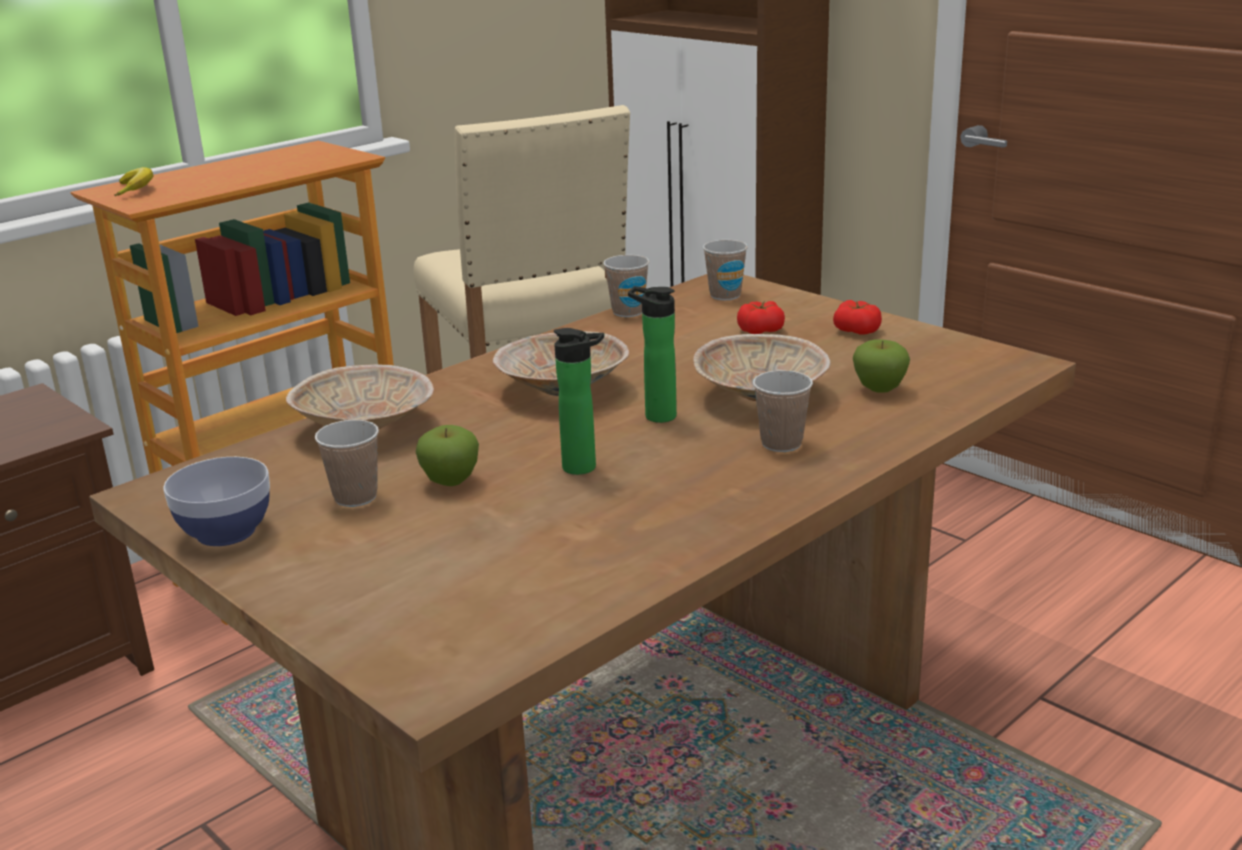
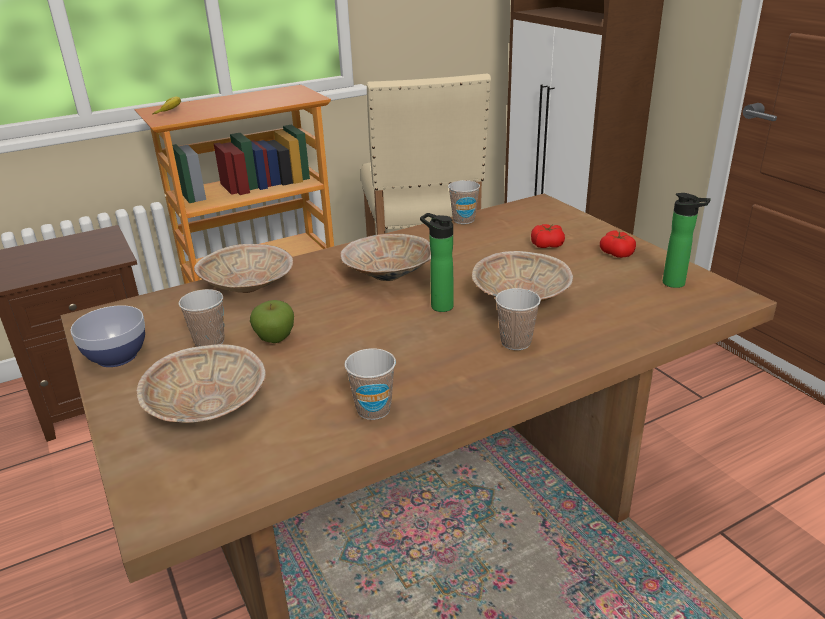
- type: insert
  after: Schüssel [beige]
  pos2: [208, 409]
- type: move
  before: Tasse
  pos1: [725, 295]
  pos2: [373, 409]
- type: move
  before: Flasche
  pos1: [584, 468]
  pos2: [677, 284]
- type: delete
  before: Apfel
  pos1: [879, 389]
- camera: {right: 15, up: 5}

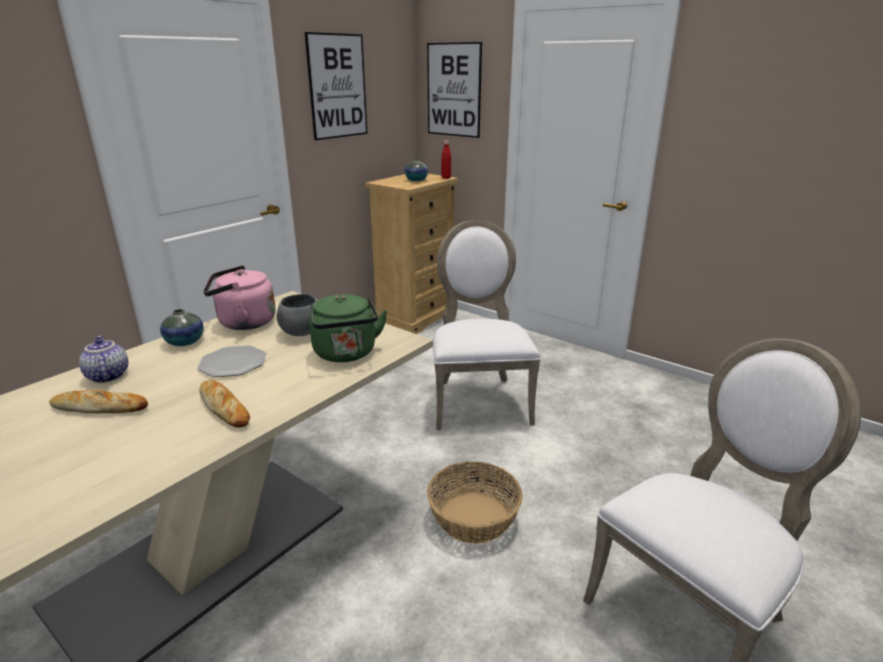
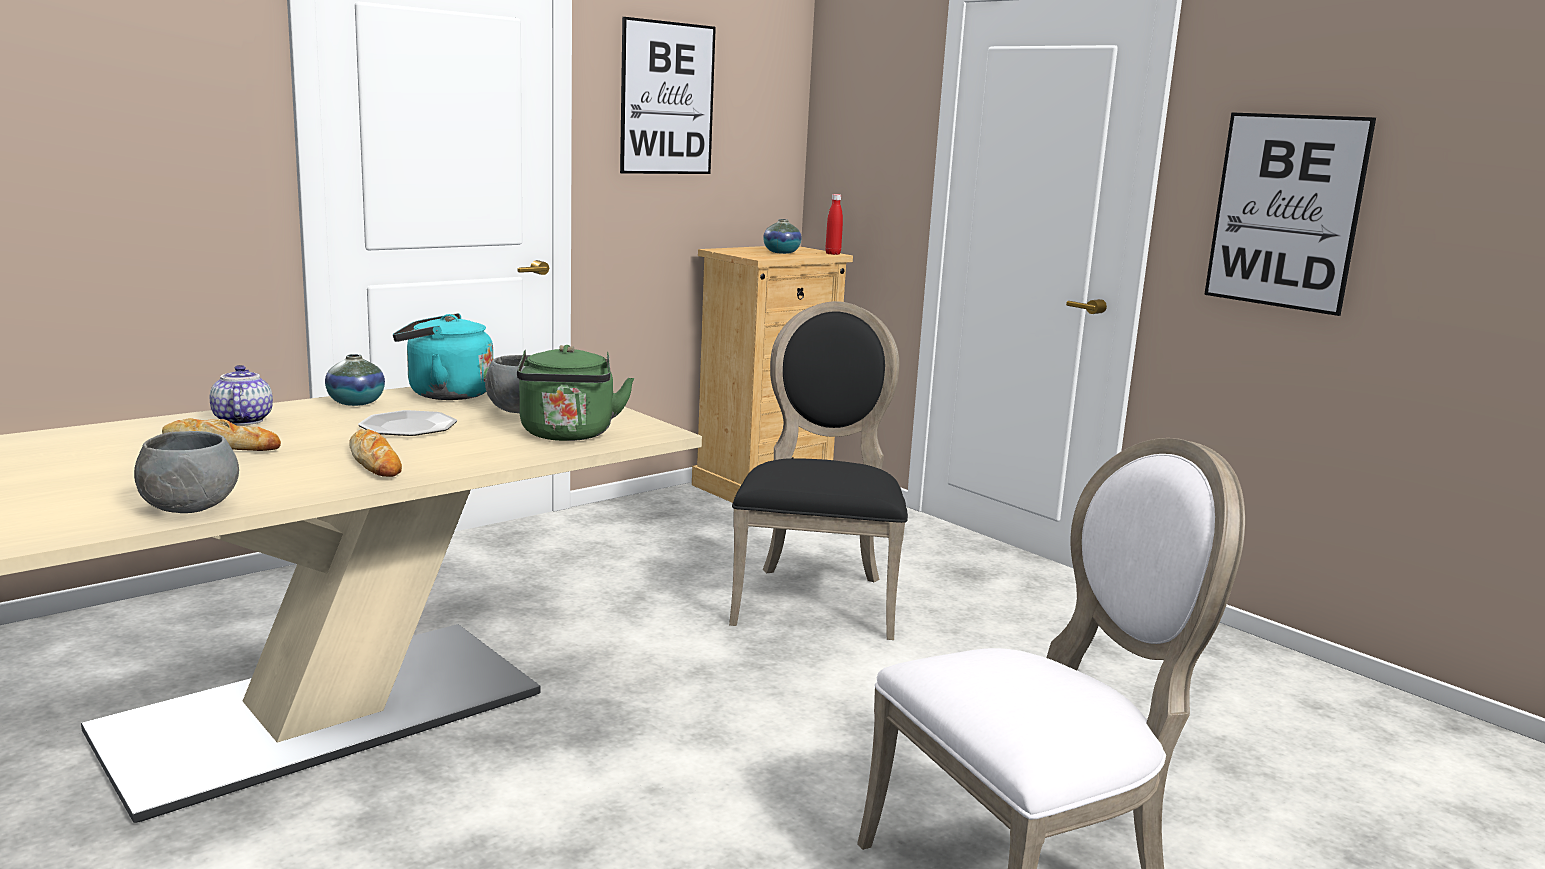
- type: insert
  after: Schüssel [grau]
  pos2: [189, 508]
- type: recolor
  before: Wasserkessel [rosa]
  after: Wasserkessel [türkis]
  pos1: [243, 323]
  pos2: [444, 394]
- type: recolor
  before: Stuhl [weiß]
  after: Stuhl [schwarz]
  pos1: [478, 400]
  pos2: [816, 598]
- type: move
  before: Bild
  pos1: [454, 90]
  pos2: [1285, 211]
- type: delete
  before: Korb
  pos1: [473, 517]
- camera: {right: 10, up: -10}

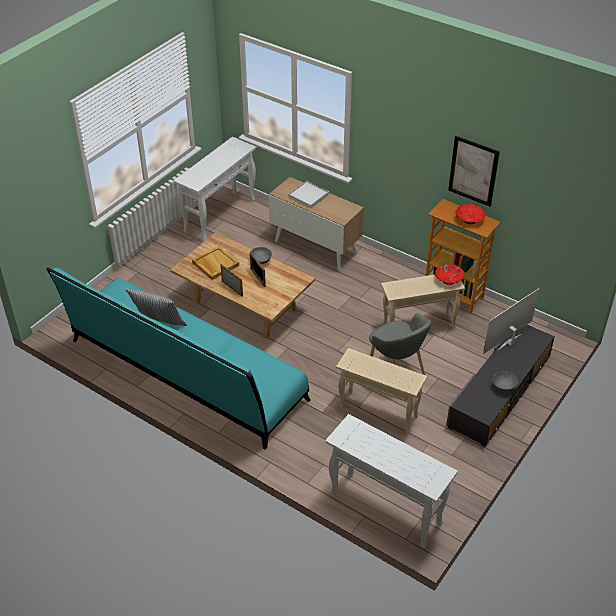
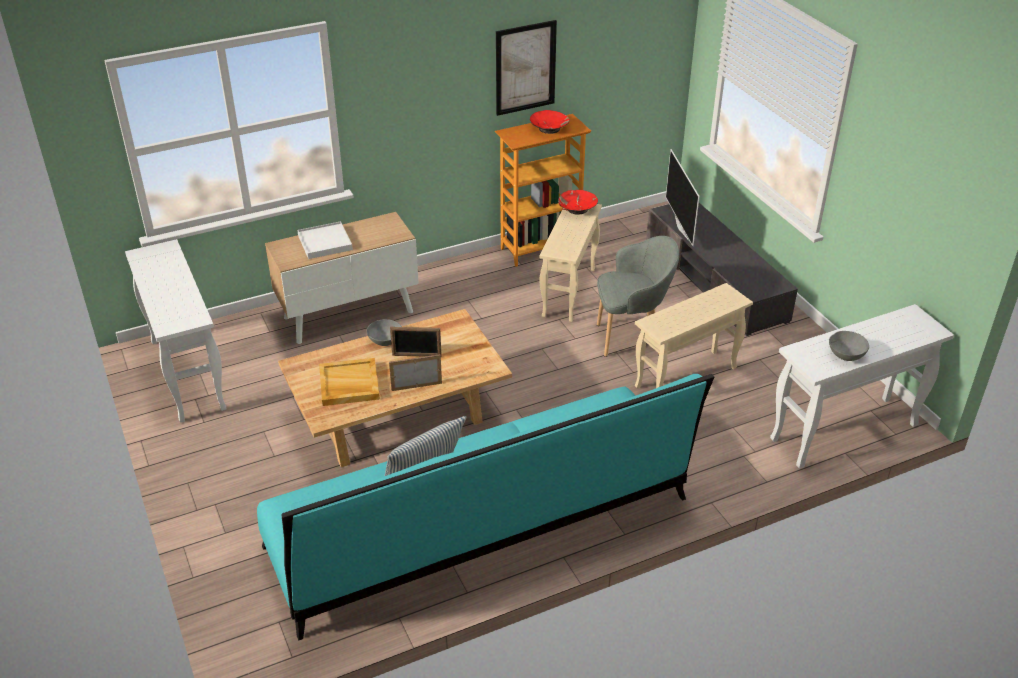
- type: move
  before: Schüssel [grau]
  pos1: [503, 387]
  pos2: [846, 355]
- camera: {right: -60, up: -5}

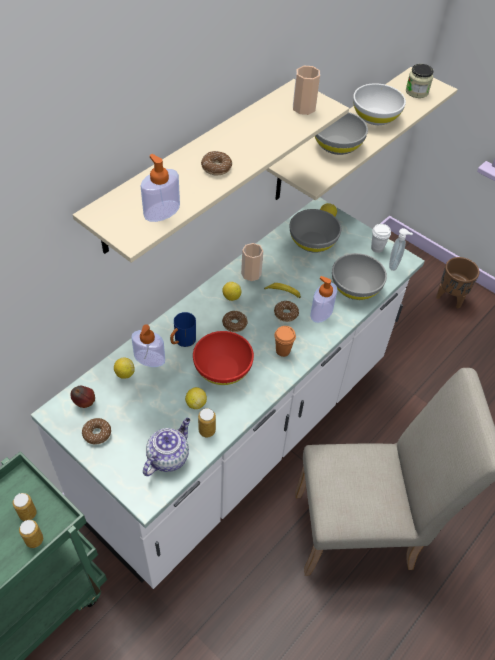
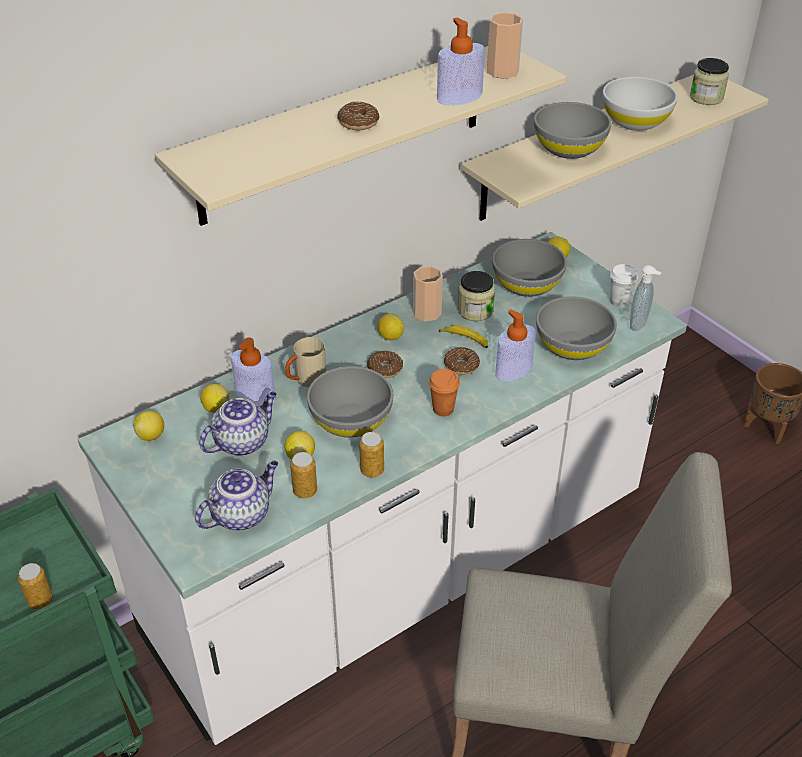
- type: replace
  before: Apfel
  after: Zitrone
  pos1: [84, 403]
  pos2: [151, 435]
- type: insert
  after: Teekanne
  pos2: [242, 442]
- type: recolor
  before: Henkelbecher [blau]
  after: Henkelbecher [beige]
  pos1: [182, 341]
  pos2: [306, 381]
- type: recolor
  before: Schüssel [rot]
  after: Schüssel [grau]
  pos1: [222, 369]
  pos2: [351, 420]
- type: move
  before: Dose
  pos1: [28, 513]
  pos2: [372, 470]
- type: move
  before: Seifenspender
  pos1: [162, 211]
  pos2: [459, 97]
- type: insert
  after: Vorratsglas
  pos2: [475, 310]
- type: delete
  before: Donut
  pos1: [97, 433]
- camera: {right: 15, up: -10}

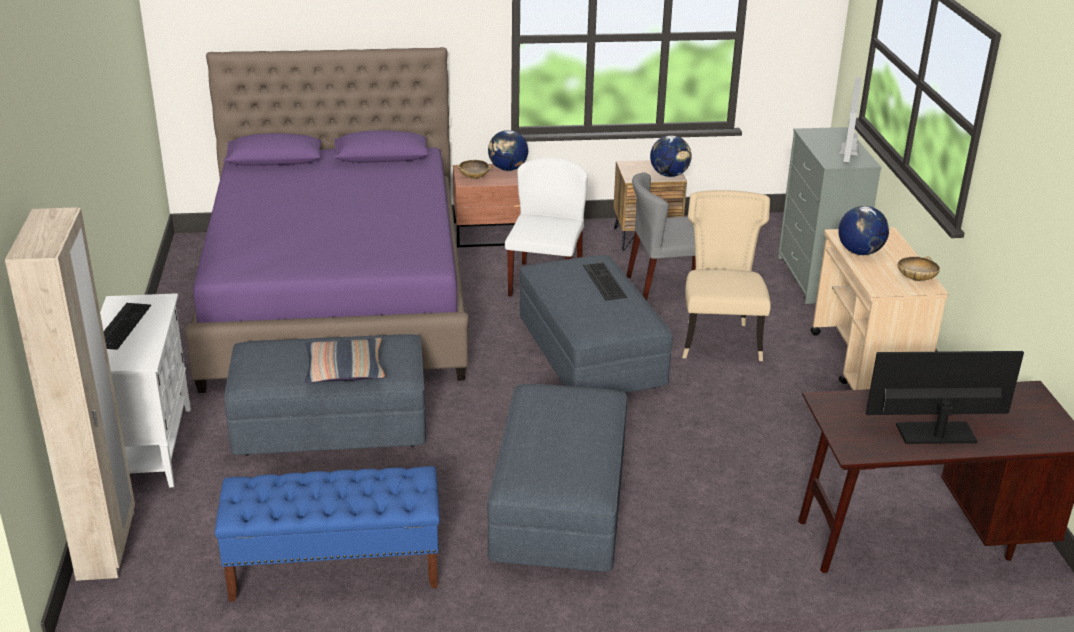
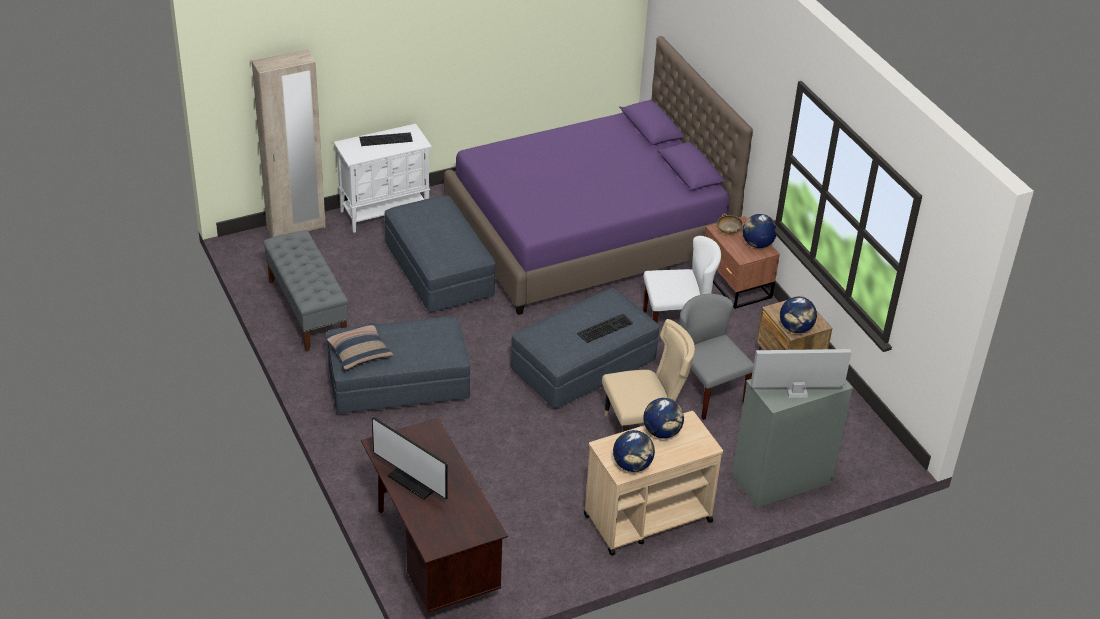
- type: recolor
  before: Bank [blau]
  after: Bank [grau]
  pos1: [334, 569]
  pos2: [307, 310]
- type: move
  before: Kissen
  pos1: [345, 370]
  pos2: [359, 352]
- type: rotate
  before: Monitor
  pos1: [936, 433]
  pos2: [413, 481]
  turn: 150
- type: replace
  before: Schüssel [beige]
  after: Globus
  pos1: [916, 278]
  pos2: [632, 465]
- camera: {right: 70, up: 10}

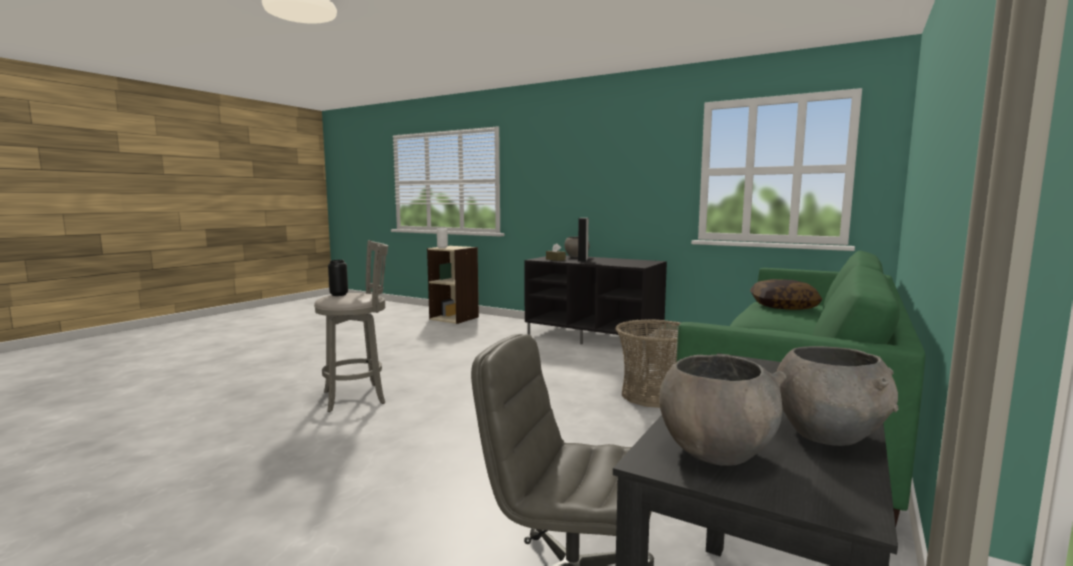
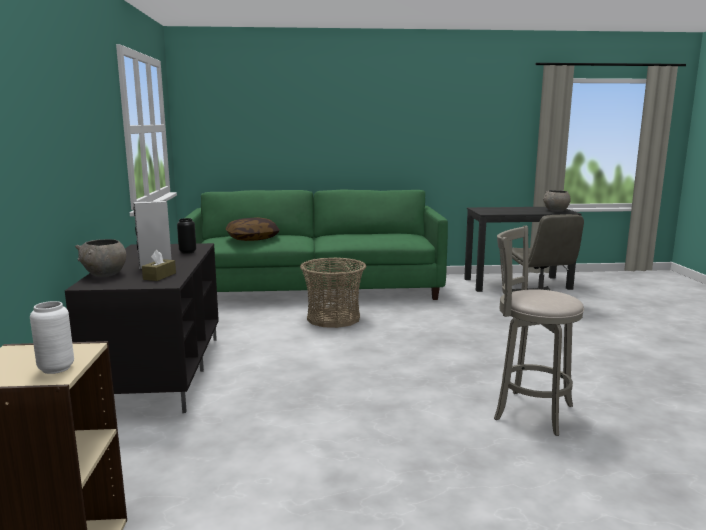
- type: move
  before: Vase [schwarz]
  pos1: [339, 295]
  pos2: [187, 252]
- type: delete
  before: Schüssel [grau]
  pos1: [828, 435]
- camera: {right: -125, up: 5}

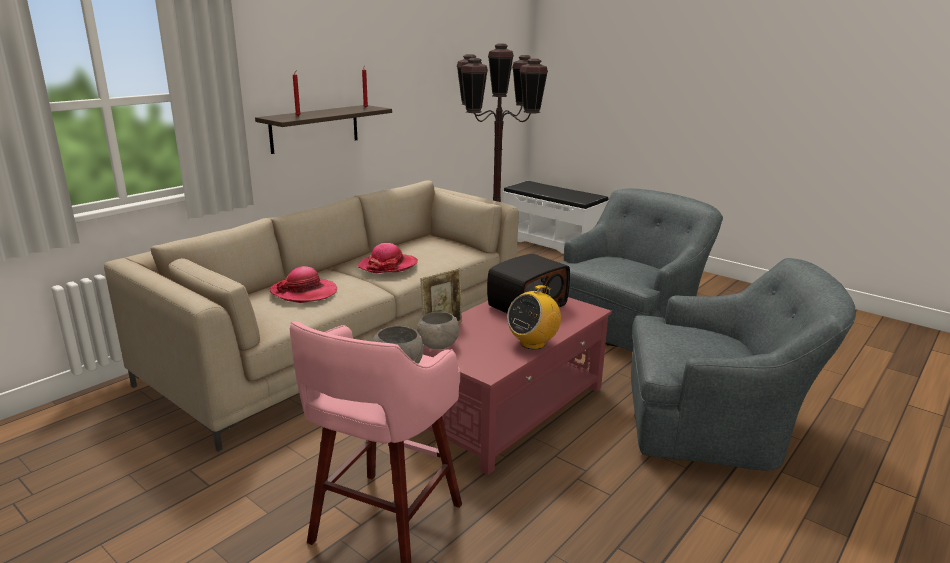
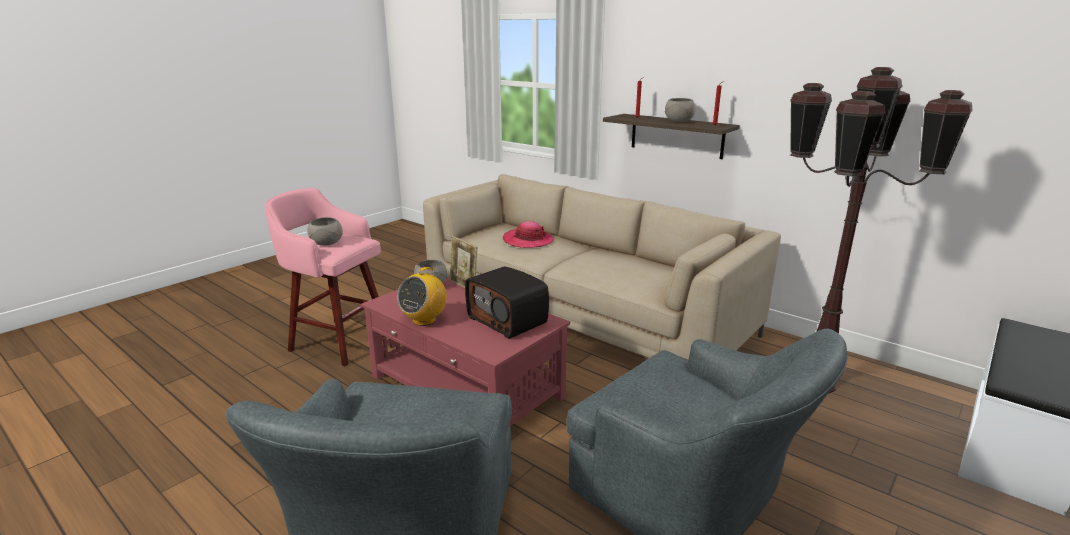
- type: rotate
  before: Radio
  pos1: [533, 343]
  pos2: [424, 320]
  turn: -105
- type: insert
  after: Schüssel [grau]
  pos2: [678, 121]
- type: delete
  before: Hut
  pos1: [388, 266]
- camera: {right: 90, up: 0}

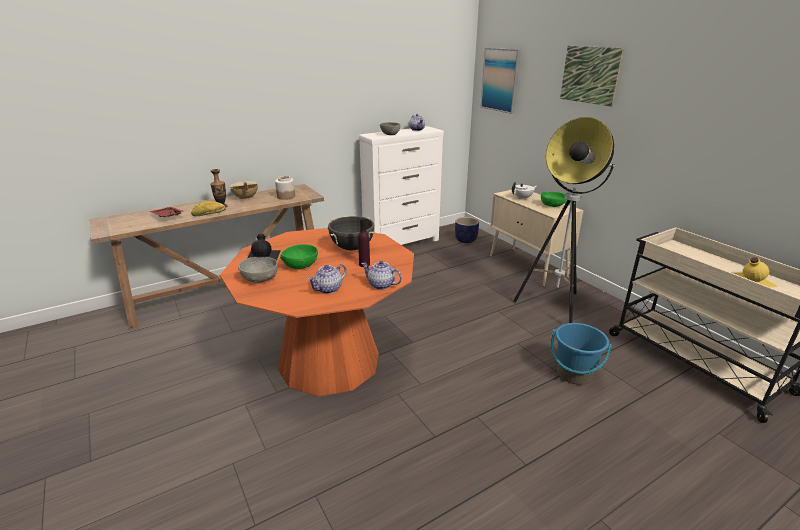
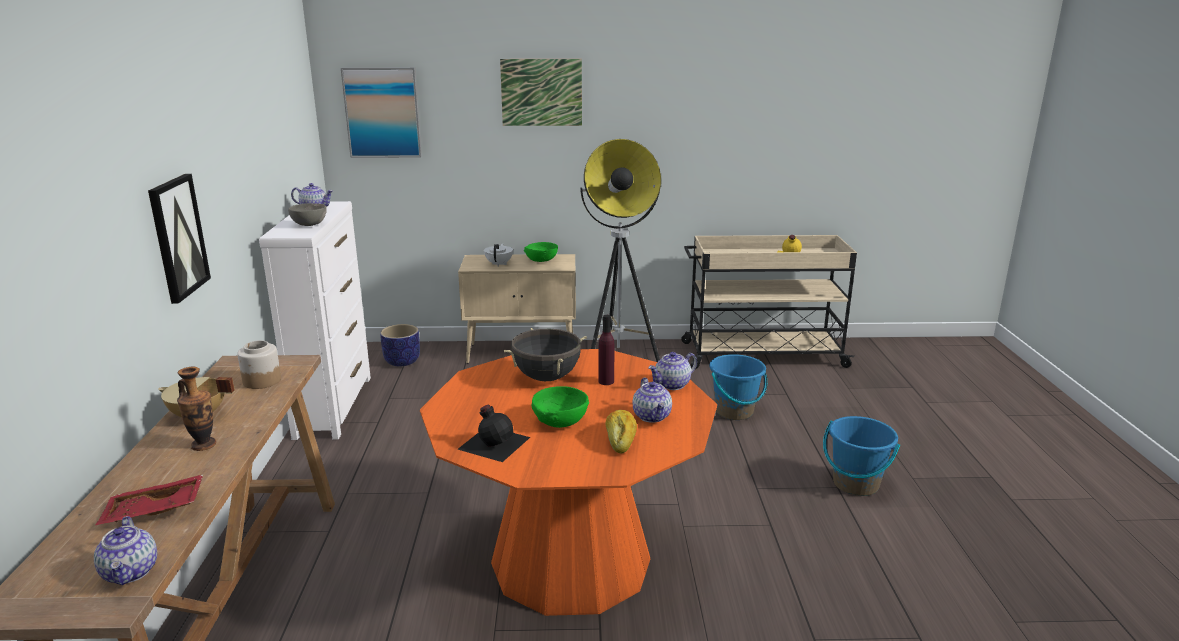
- type: insert
  after: Teekanne
  pos2: [131, 572]
- type: insert
  after: Bild
  pos2: [178, 237]
- type: move
  before: Brot
  pos1: [209, 214]
  pos2: [621, 438]
- type: insert
  after: Eimer [blau]
  pos2: [855, 484]
- type: delete
  before: Schüssel [grau]
  pos1: [260, 278]
- camera: {right: -60, up: -5}

